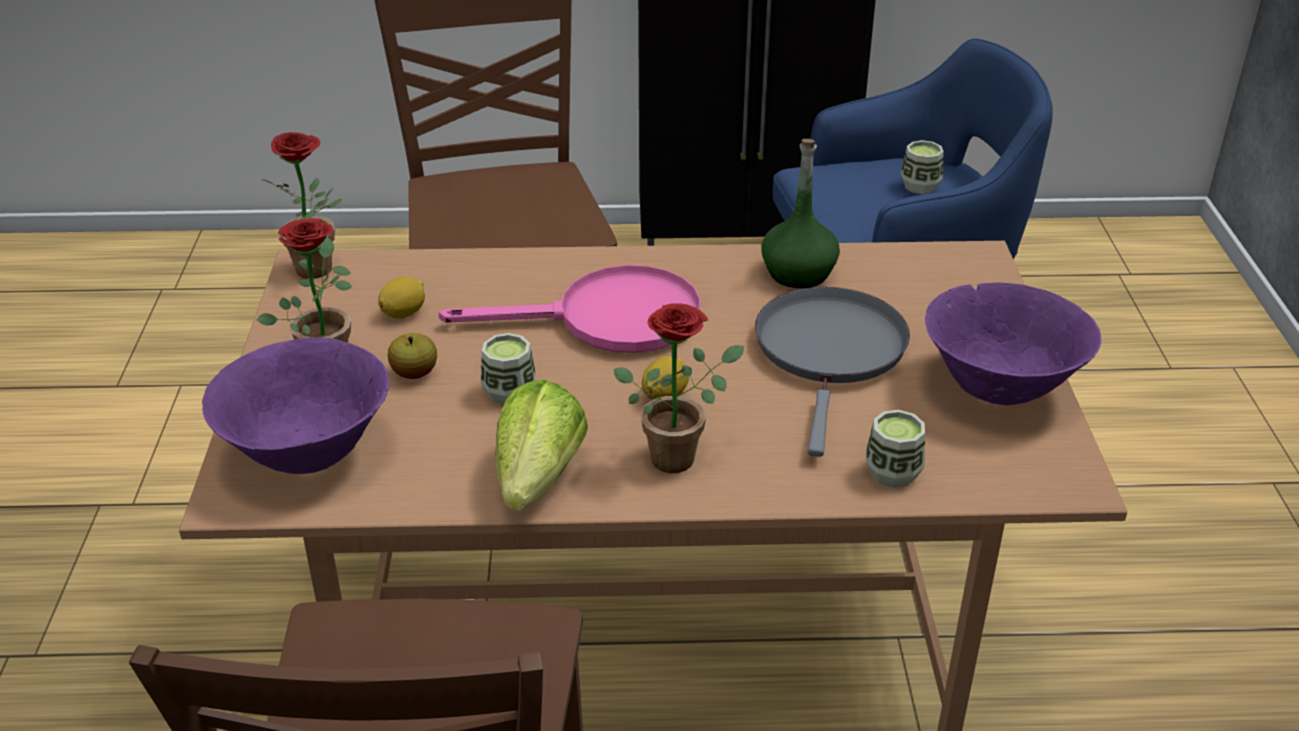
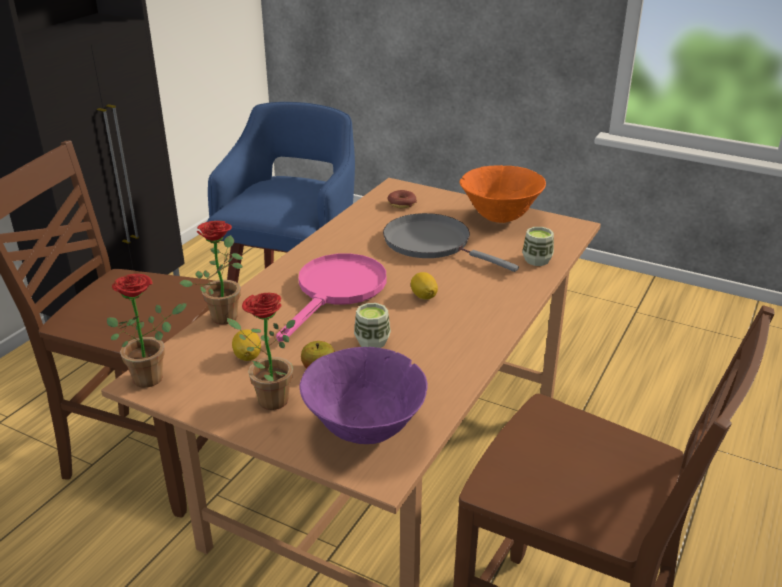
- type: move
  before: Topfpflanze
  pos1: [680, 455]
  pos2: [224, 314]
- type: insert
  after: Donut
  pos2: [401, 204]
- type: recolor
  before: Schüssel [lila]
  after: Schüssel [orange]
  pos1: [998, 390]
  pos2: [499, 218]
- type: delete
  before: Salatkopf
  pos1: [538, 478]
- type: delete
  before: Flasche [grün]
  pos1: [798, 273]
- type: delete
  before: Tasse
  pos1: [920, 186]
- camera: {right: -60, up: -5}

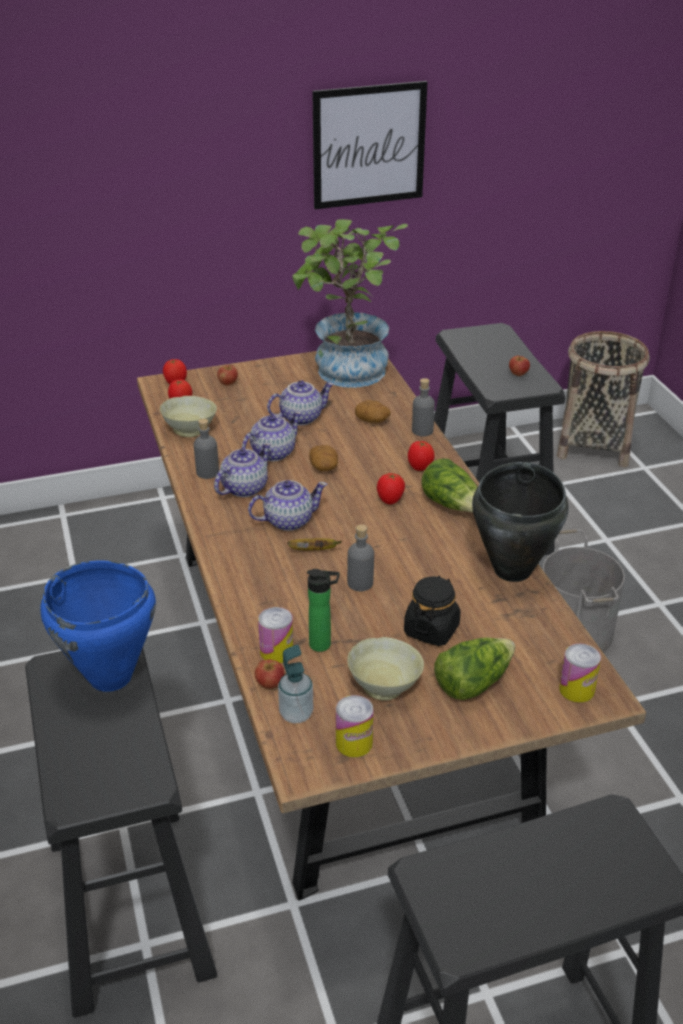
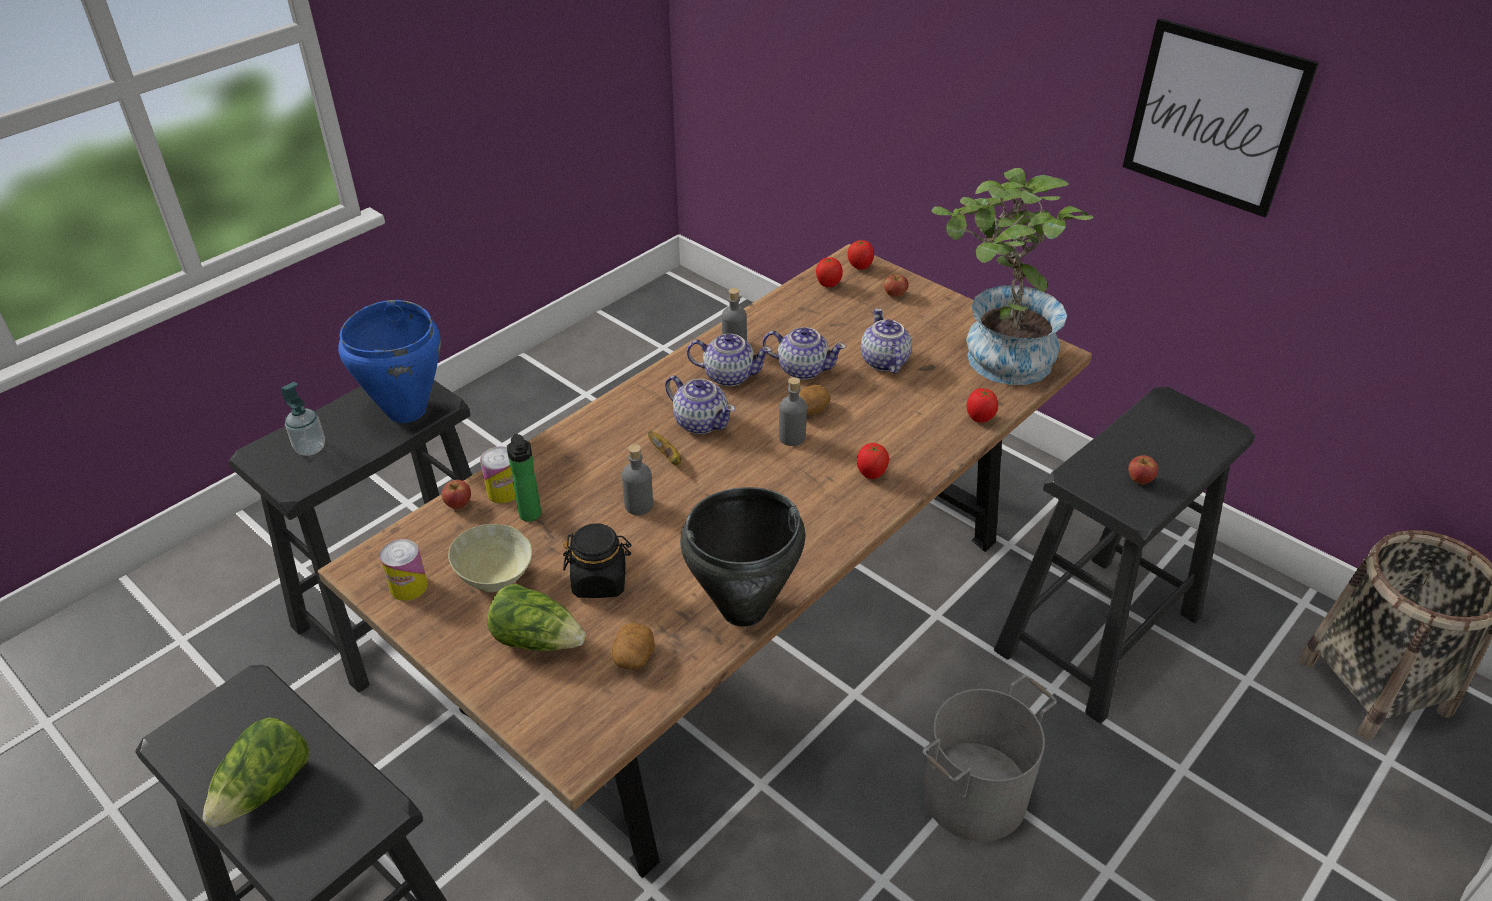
- type: move
  before: Salatkopf
  pos1: [452, 504]
  pos2: [265, 789]
- type: move
  before: Seifenspender
  pos1: [296, 714]
  pos2: [310, 448]
- type: move
  before: Kartoffel
  pos1: [372, 420]
  pos2: [634, 656]
- type: move
  before: Flasche [grau]
  pos1: [422, 430]
  pos2: [792, 437]
- type: rotate
  before: Teekanne
  pos1: [301, 417]
  pos2: [883, 361]
  turn: -135
- type: move
  before: Tomate
  pos1: [390, 501]
  pos2: [979, 419]
- type: delete
  before: Schüssel [beige]
  pos1: [191, 430]
- type: delete
  before: Dose
  pos1: [576, 689]
- camera: {right: 60, up: 5}

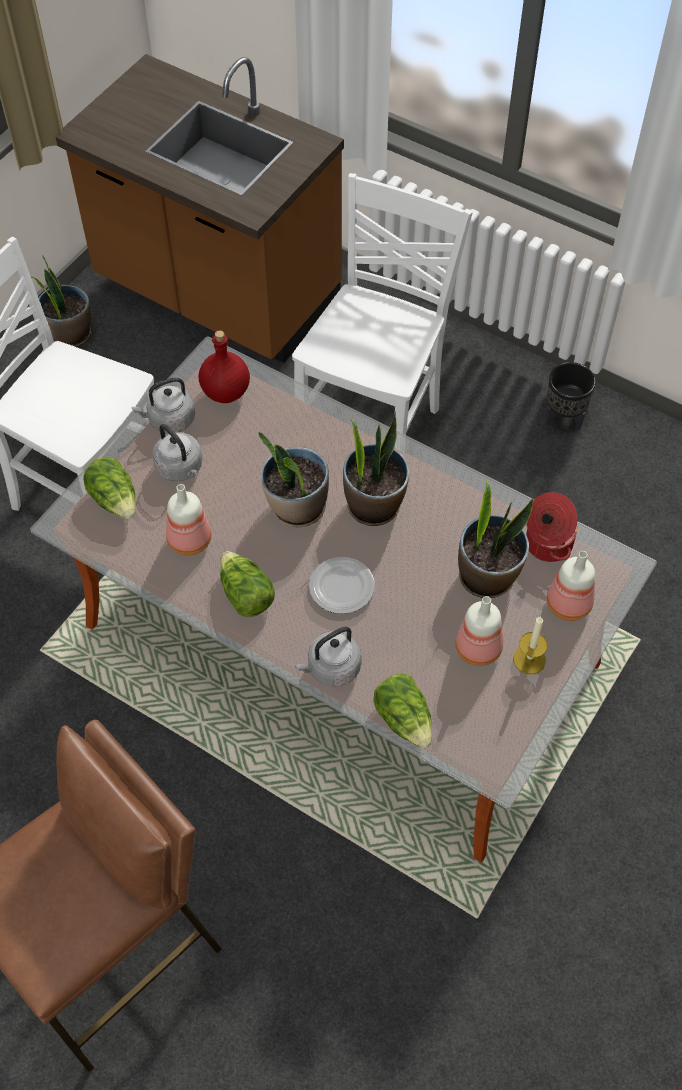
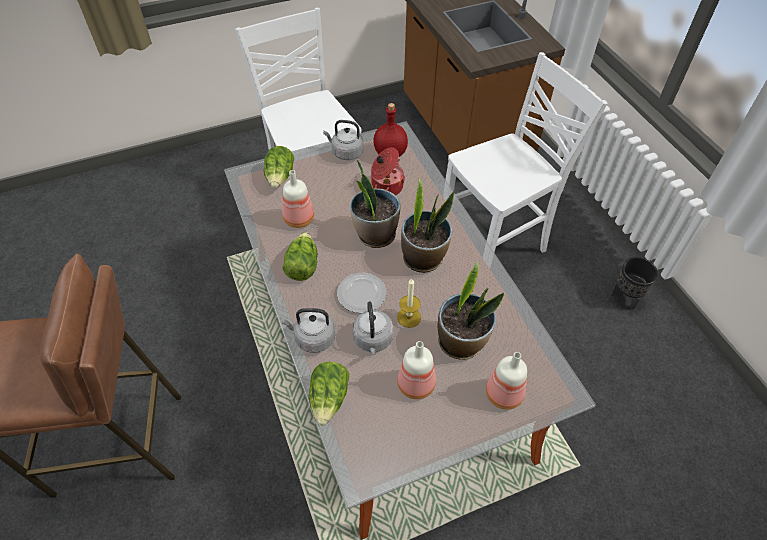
- type: move
  before: Wasserkessel [grau]
  pos1: [180, 468]
  pos2: [373, 340]
- type: move
  before: Kochtopf
  pos1: [547, 543]
  pos2: [386, 186]
- type: move
  before: Kerze
  pos1: [529, 659]
  pos2: [409, 317]
- type: delete
  before: Topfpflanze
  pos1: [70, 334]
- camera: {right: 35, up: -5}

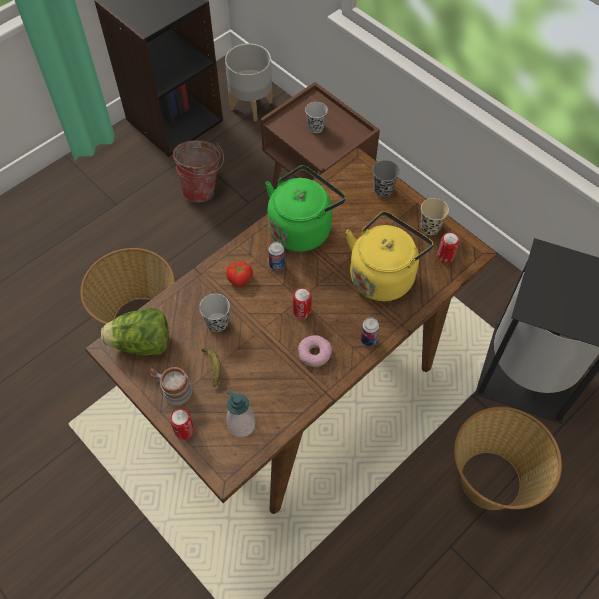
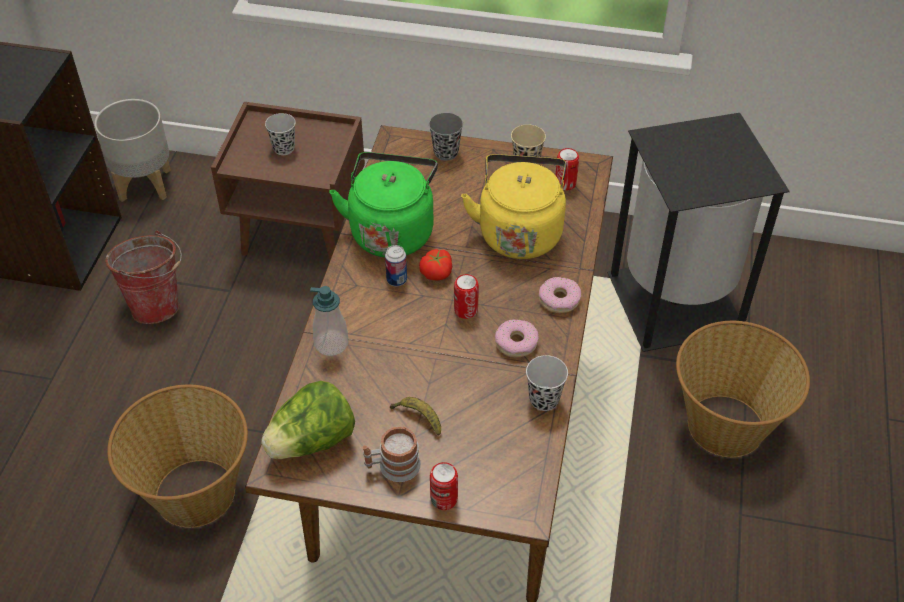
- type: move
  before: Seifenspender
  pos1: [241, 425]
  pos2: [331, 343]
- type: move
  before: Tomate
  pos1: [240, 278]
  pos2: [437, 273]
- type: move
  before: Tasse [schwarz]
  pos1: [217, 323]
  pos2: [544, 399]
- type: replace
  before: Dose
  after: Donut
  pos1: [368, 339]
  pos2: [559, 299]
- camera: {right: -35, up: -10}

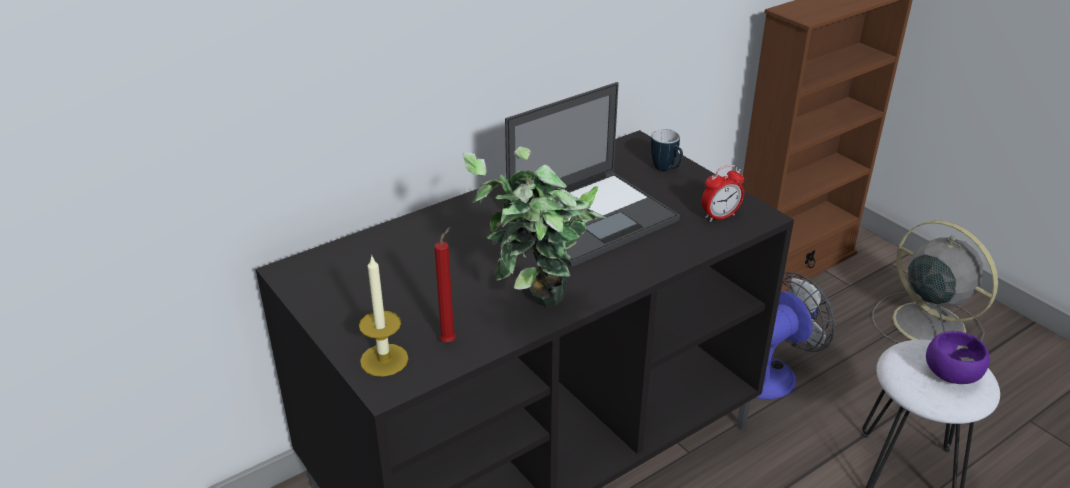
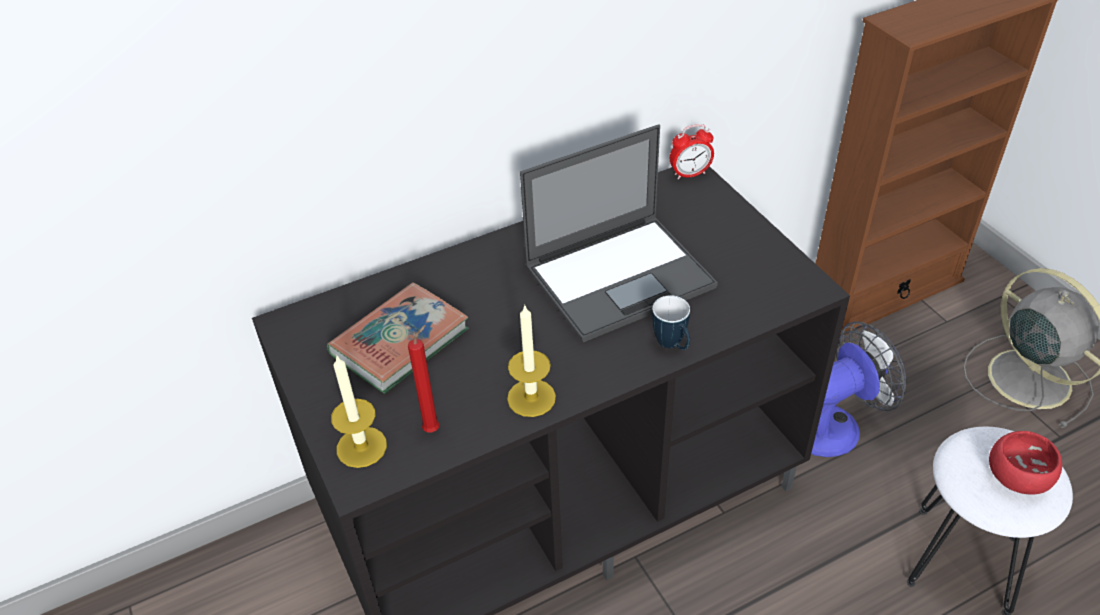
- type: insert
  after: Buch
  pos2: [400, 342]
- type: replace
  before: Topfpflanze
  after: Kerze
  pos1: [535, 311]
  pos2: [531, 398]
- type: move
  before: Henkelbecher
  pos1: [666, 169]
  pos2: [673, 345]
- type: move
  before: Wecker
  pos1: [720, 216]
  pos2: [690, 174]
- type: recolor
  before: Schüssel [lila]
  after: Schüssel [rot]
  pos1: [953, 376]
  pos2: [1018, 479]
- camera: {right: 10, up: 10}

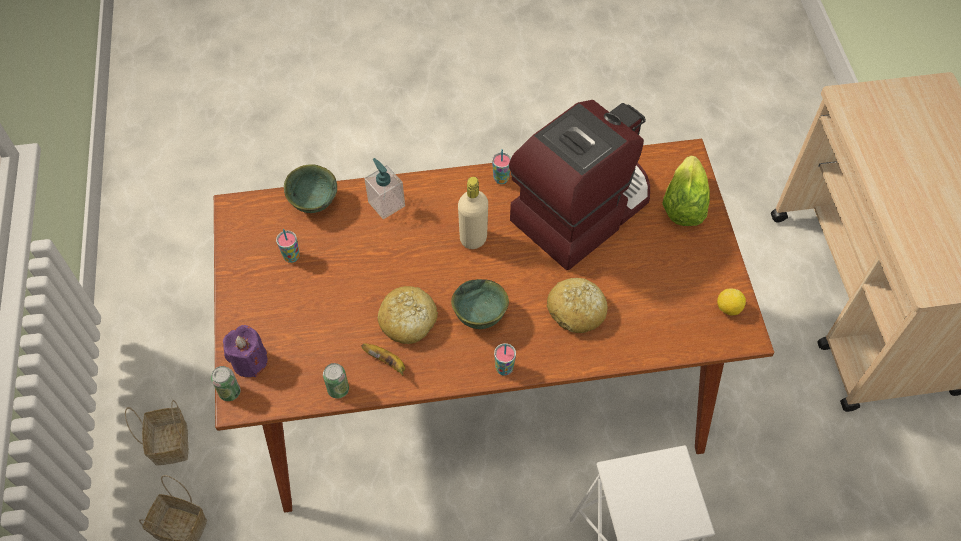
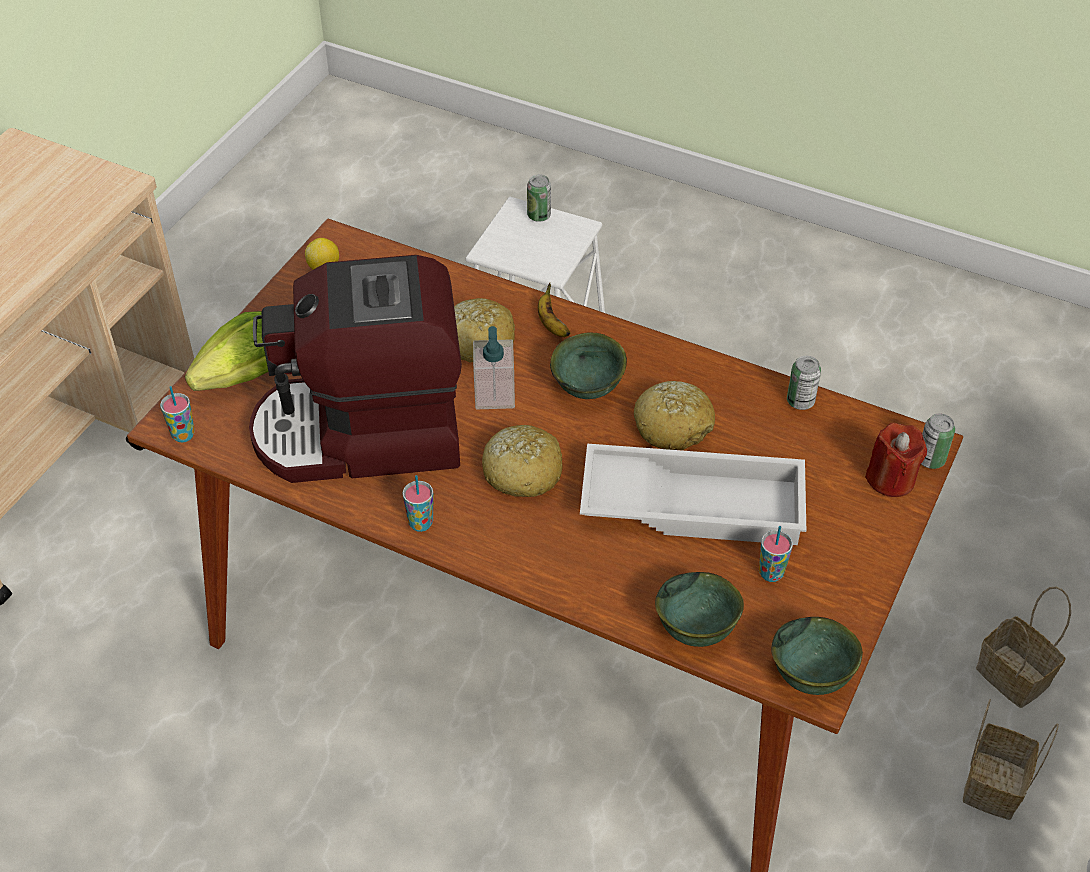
- type: move
  before: Tasse
  pos1: [504, 369]
  pos2: [183, 435]
- type: move
  before: Seifenspender
  pos1: [386, 204]
  pos2: [494, 395]
- type: replace
  before: Flasche [beige]
  after: Brot
  pos1: [473, 238]
  pos2: [522, 472]
- type: insert
  after: Dose
  pos2: [539, 215]
- type: move
  before: Banane
  pos1: [387, 362]
  pos2: [551, 324]
- type: insert
  after: Tablett [weiß]
  pos2: [694, 502]
- type: insert
  after: Schüssel [grün]
  pos2: [809, 678]
- type: recolor
  before: Kerze [lila]
  after: Kerze [rot]
  pos1: [250, 361]
  pos2: [890, 479]
- camera: {right: -145, up: -10}

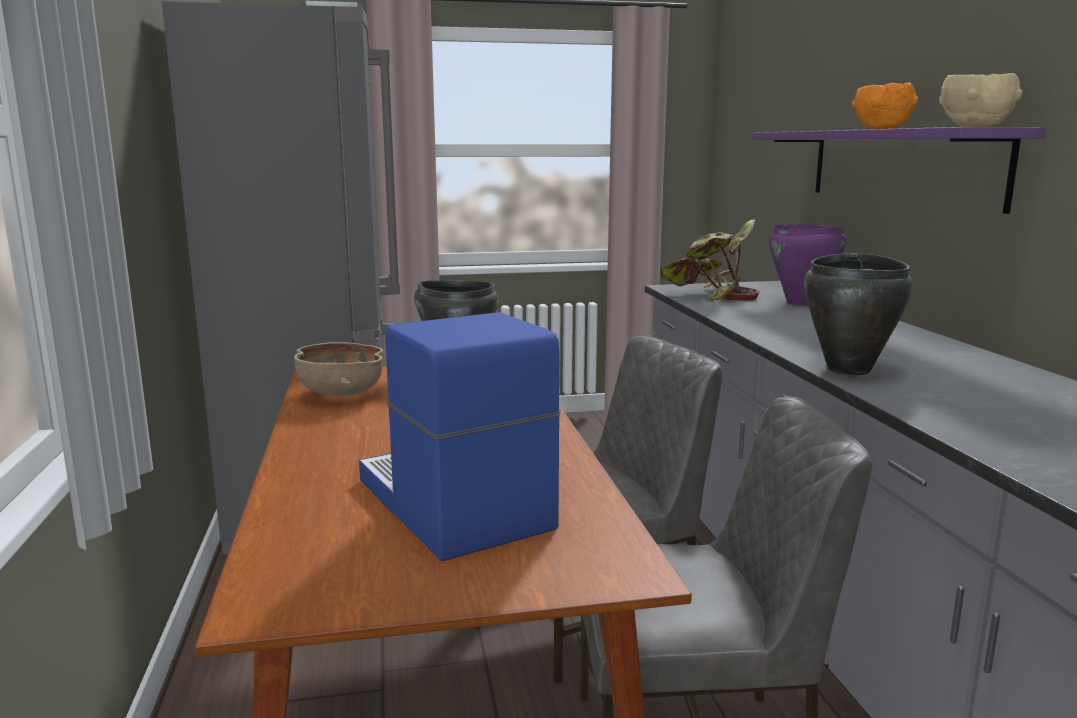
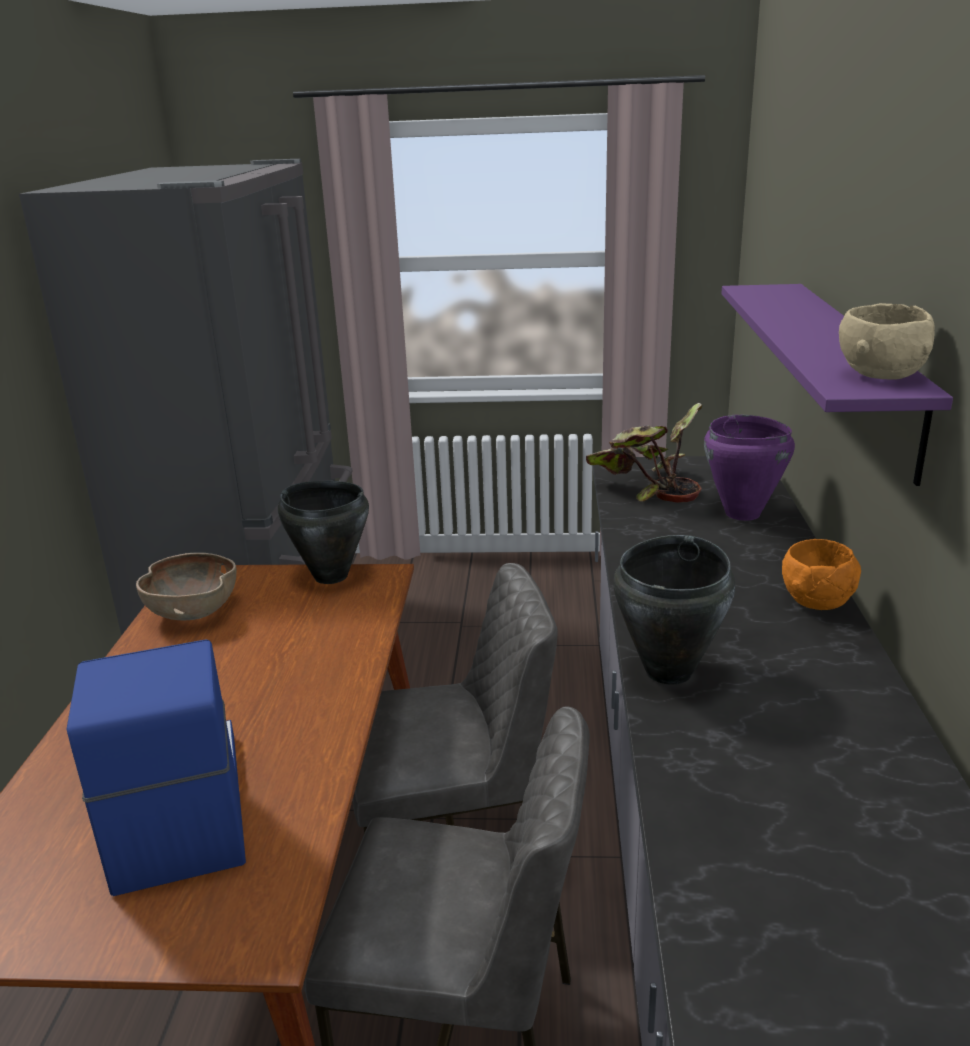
- type: move
  before: Schüssel [orange]
  pos1: [881, 129]
  pos2: [816, 601]
- camera: {right: 15, up: 10}

